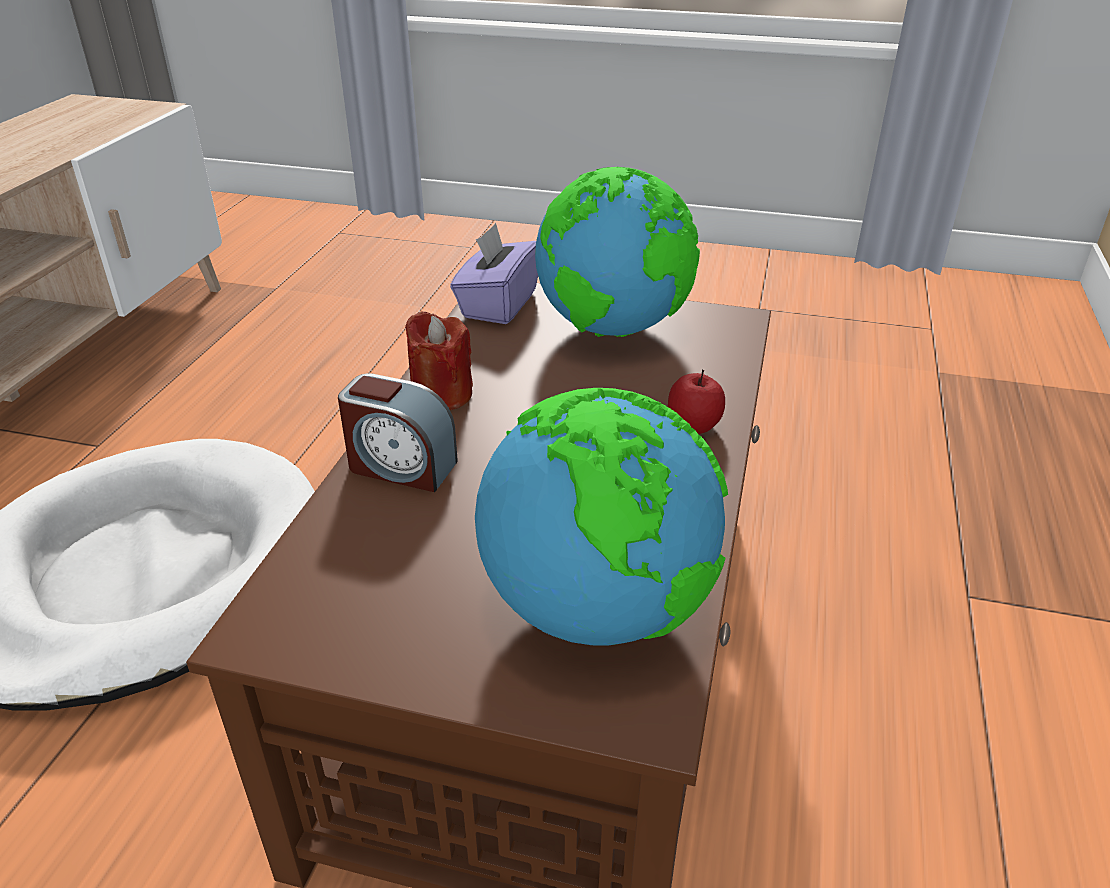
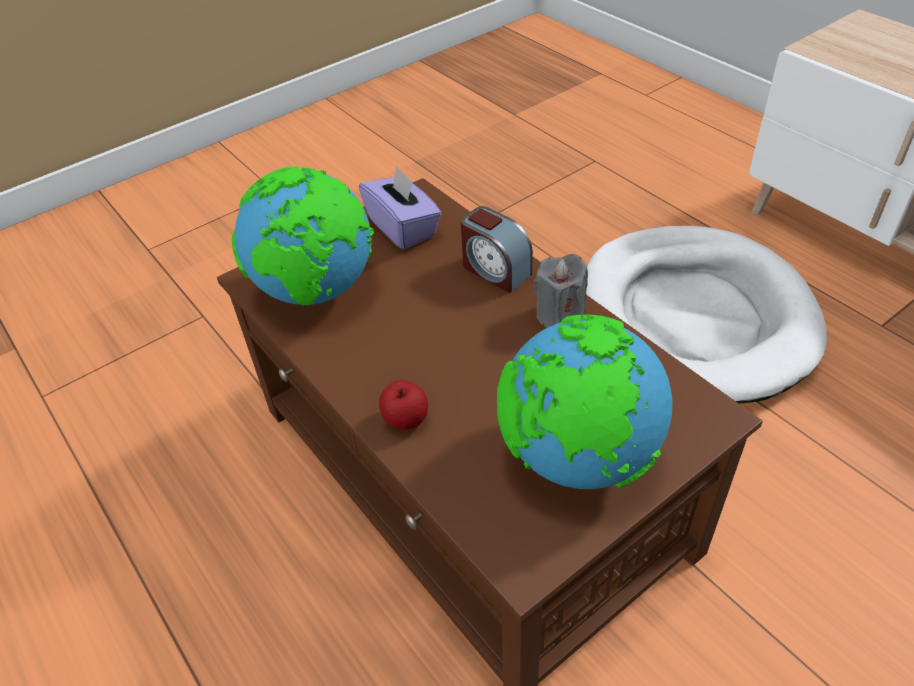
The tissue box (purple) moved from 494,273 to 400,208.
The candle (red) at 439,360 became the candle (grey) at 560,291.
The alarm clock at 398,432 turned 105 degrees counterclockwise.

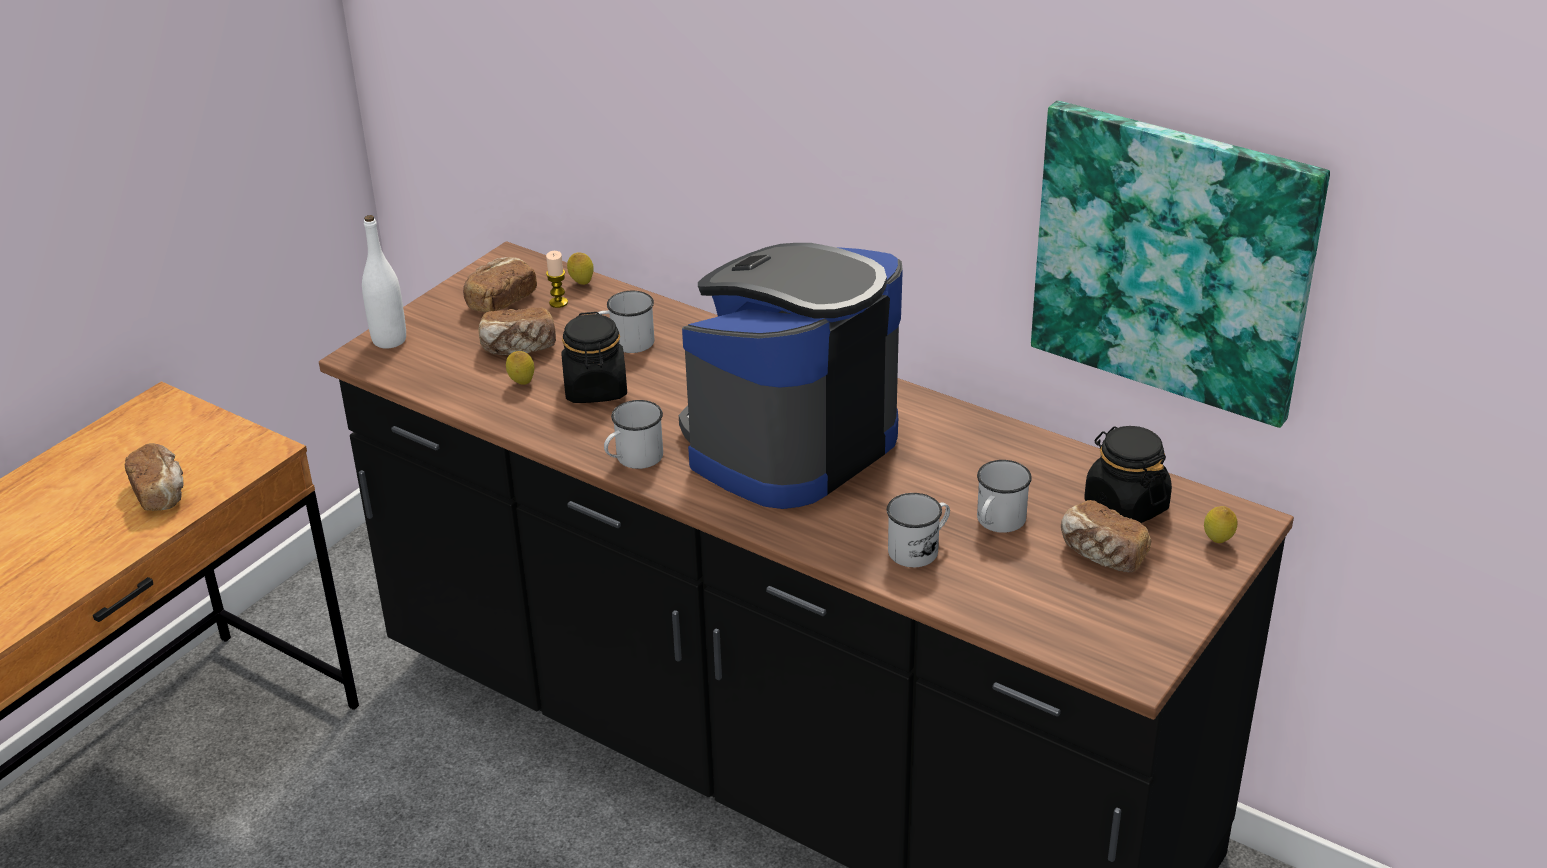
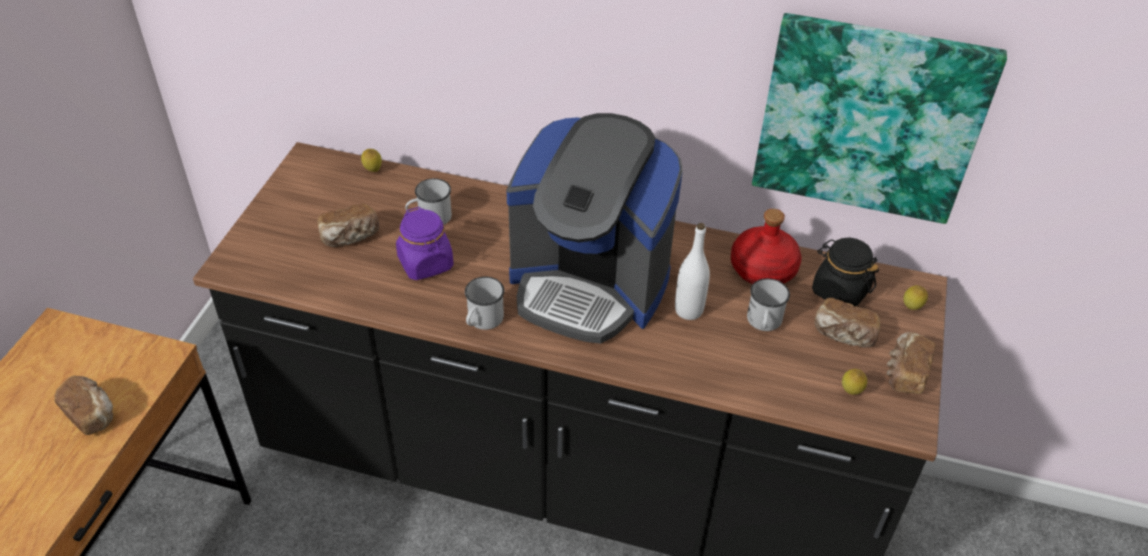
The bottle (white) moved from 384,282 to 692,271.
The coffee machine at 791,376 turned 90 degrees counterclockwise.
The candle at 557,279 disappeared.
The bread moved from 500,284 to 911,363.
The jar (black) at 594,357 became the jar (purple) at 424,243.
The lemon moved from 520,368 to 854,382.
The mug (white) at 918,530 disappeared.
The bottle (red) at 766,246 appeared.

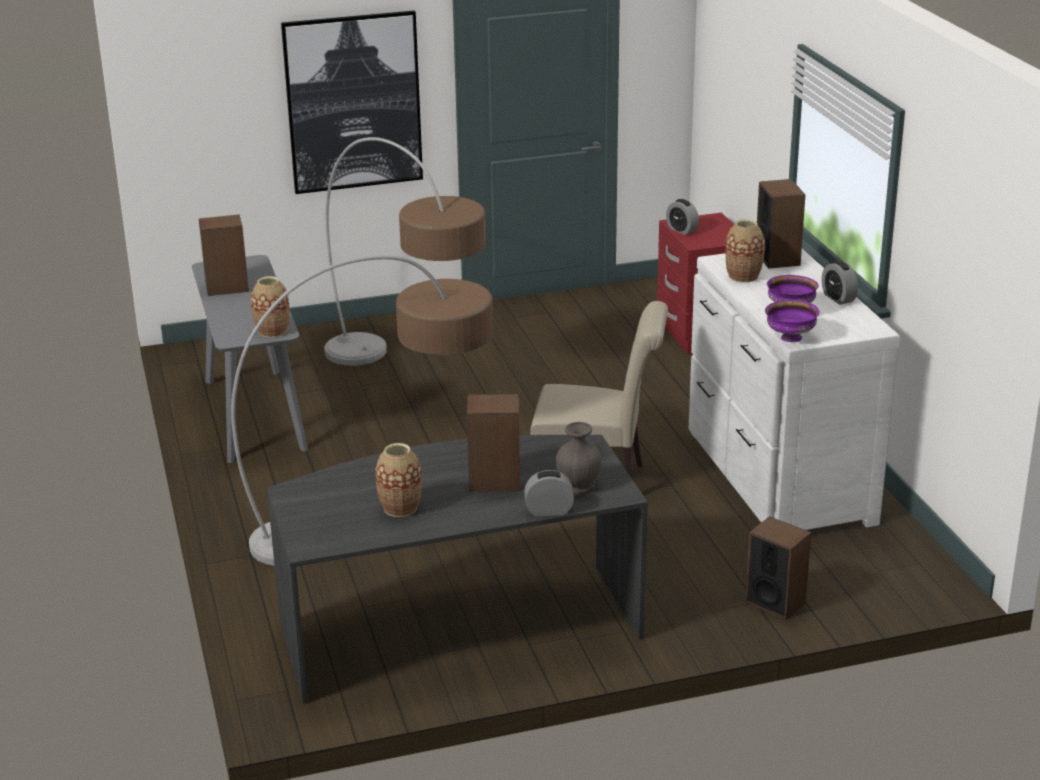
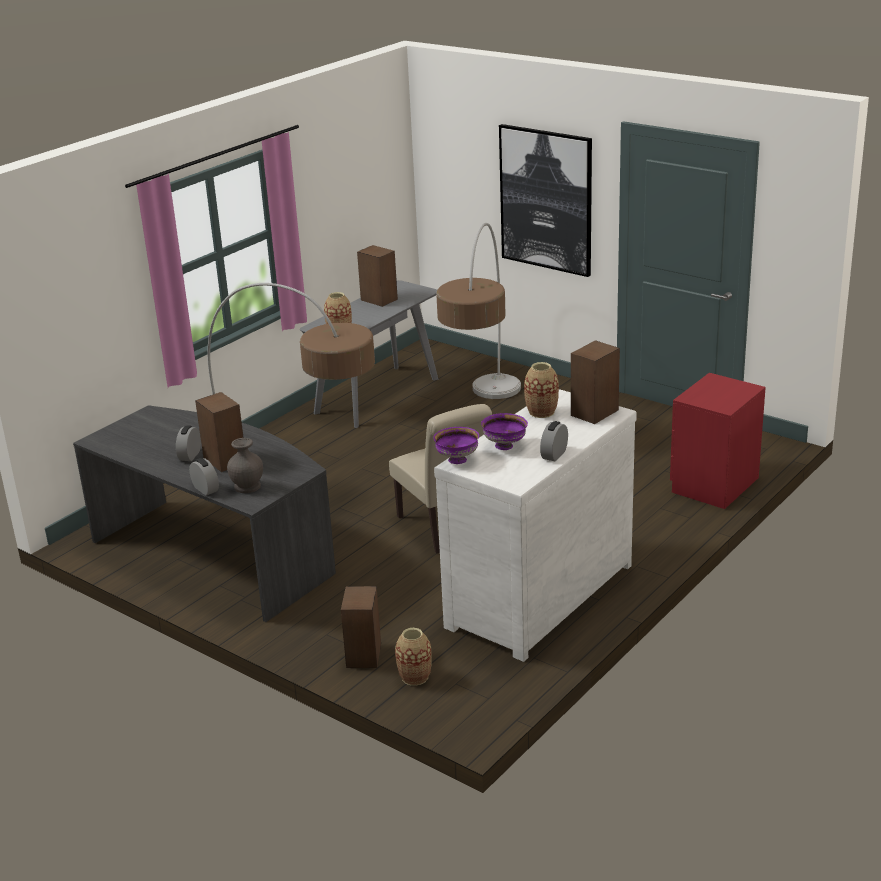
The alarm clock moved from 682,217 to 188,443.
The vase moved from 398,480 to 413,657.

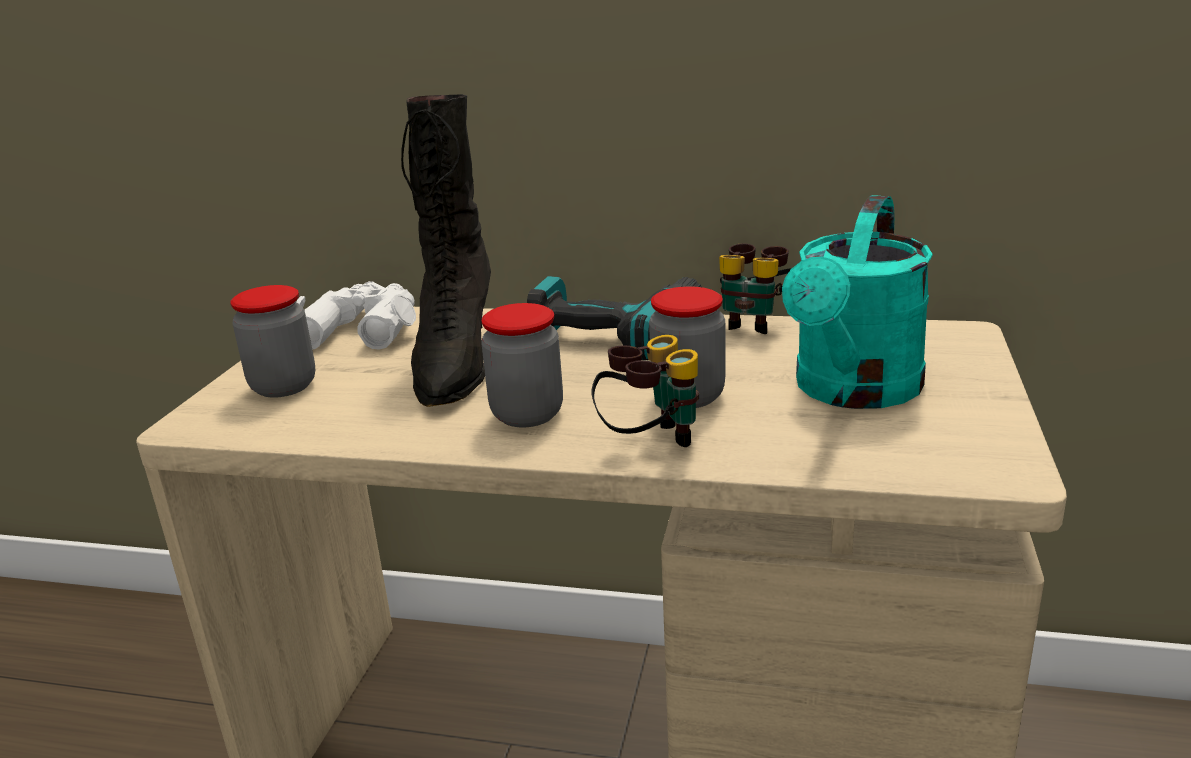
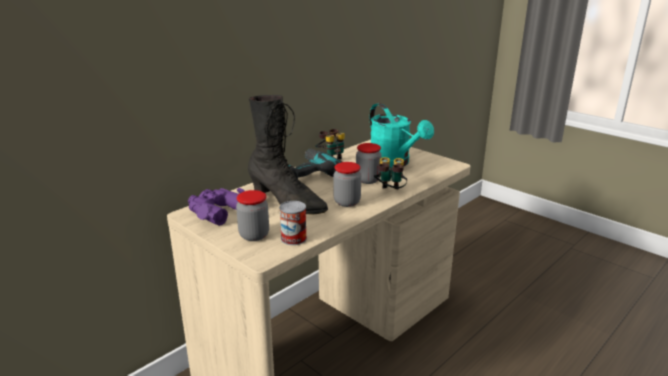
The binoculars (white) at 356,315 became the binoculars (purple) at 216,207.
The can at 293,223 appeared.

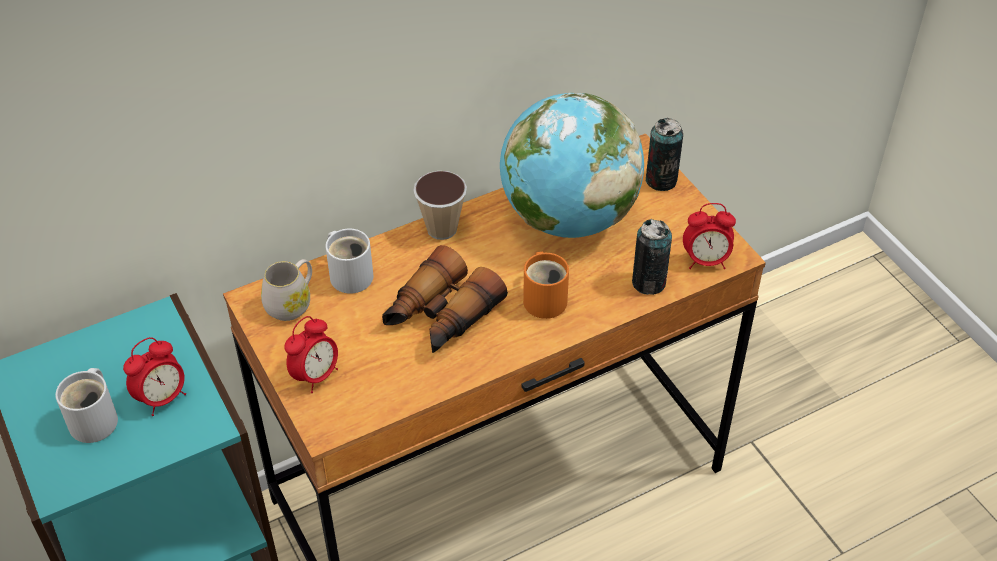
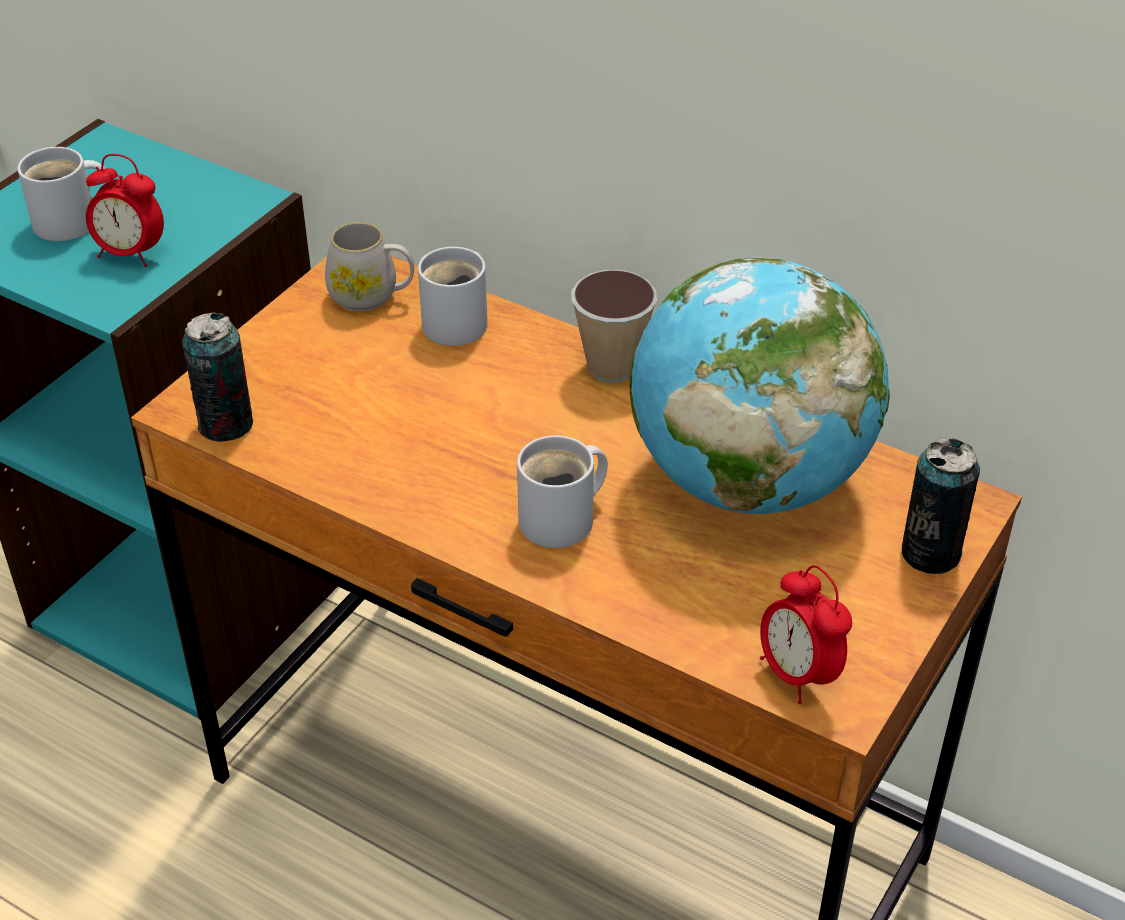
The can moved from 652,257 to 217,377.
The binoculars at 445,299 disappeared.
The mug (orange) at 546,285 became the mug (white) at 562,491.
The alarm clock at 311,354 disappeared.

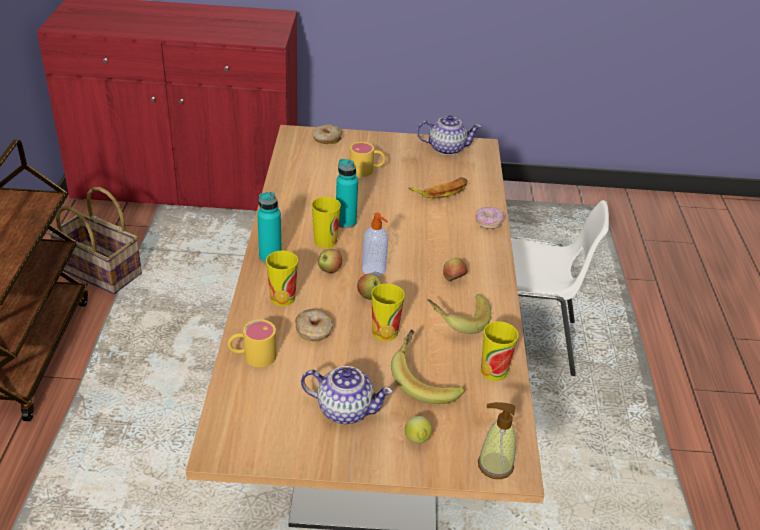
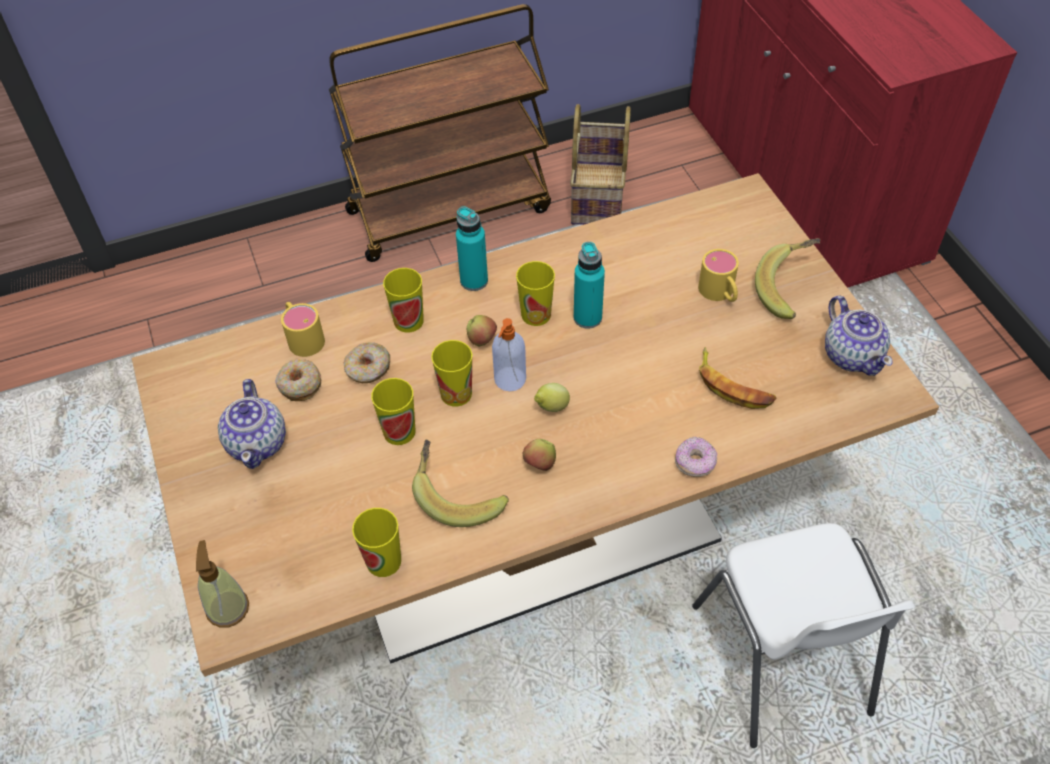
The donut moved from 327,134 to 298,380.
The apple at 369,287 was replaced by the cup at 452,373.
The banana moved from 428,366 to 788,278.
The lemon moved from 418,430 to 552,397.

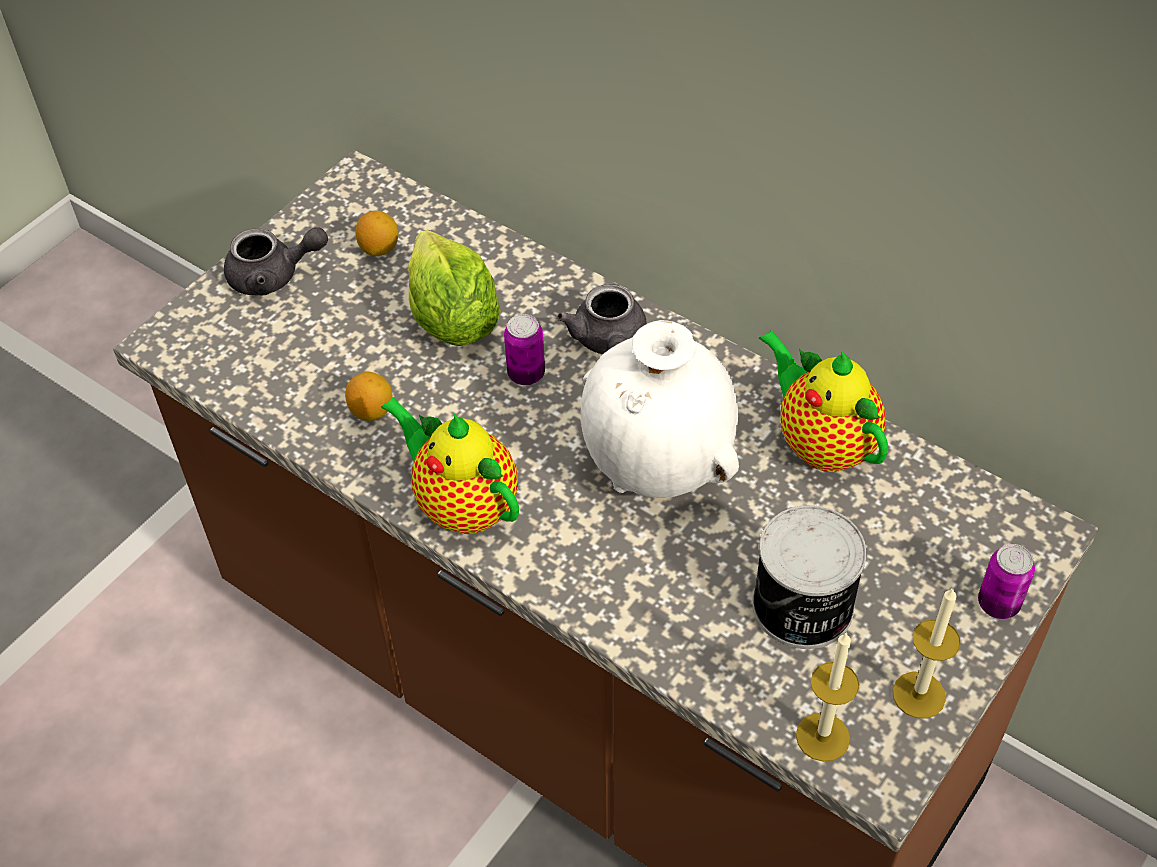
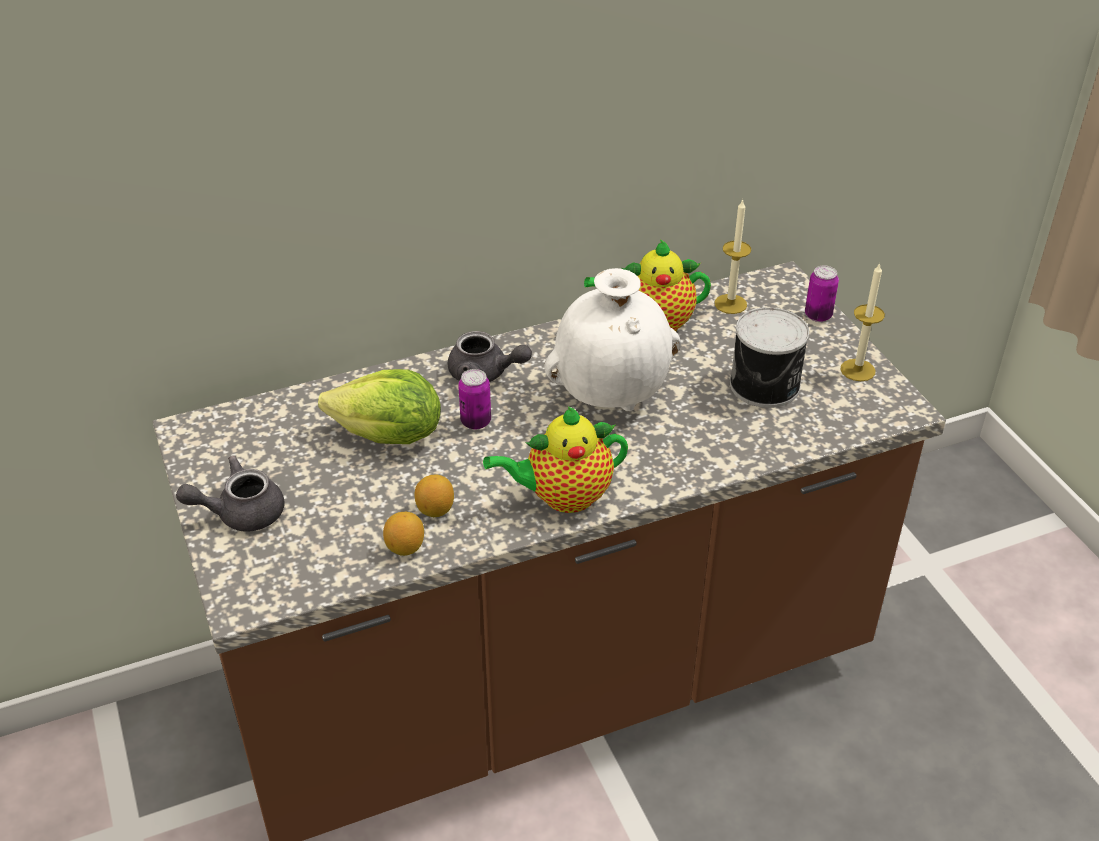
The lemon moved from 377,233 to 403,534.
The teapot (grey) at 276,261 turned 135 degrees counterclockwise.
The candle moved from 828,697 to 733,256.

